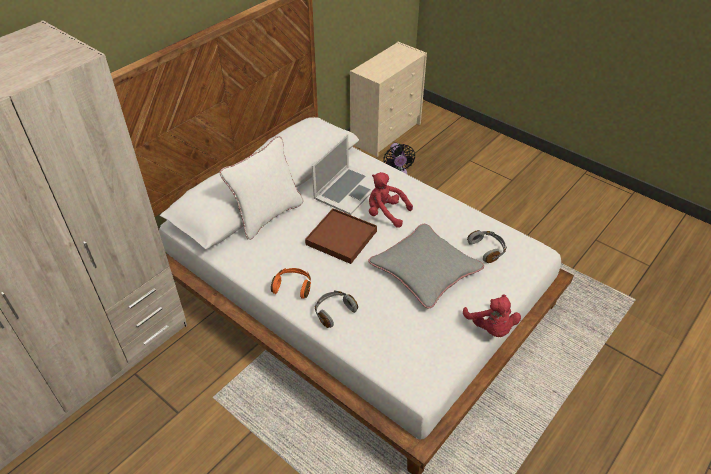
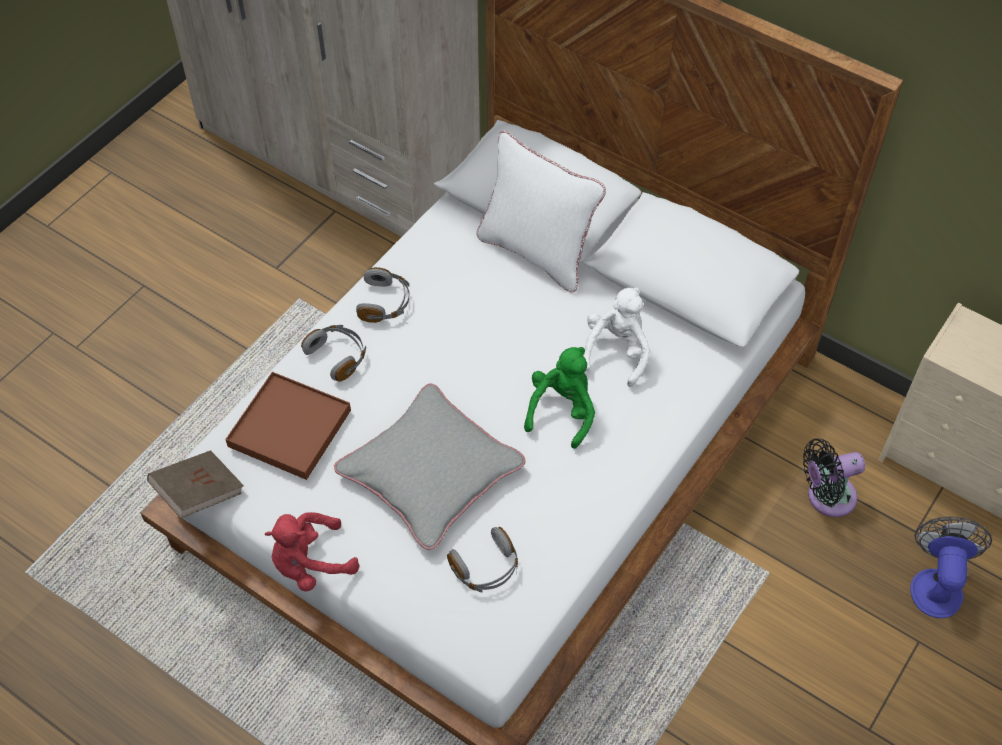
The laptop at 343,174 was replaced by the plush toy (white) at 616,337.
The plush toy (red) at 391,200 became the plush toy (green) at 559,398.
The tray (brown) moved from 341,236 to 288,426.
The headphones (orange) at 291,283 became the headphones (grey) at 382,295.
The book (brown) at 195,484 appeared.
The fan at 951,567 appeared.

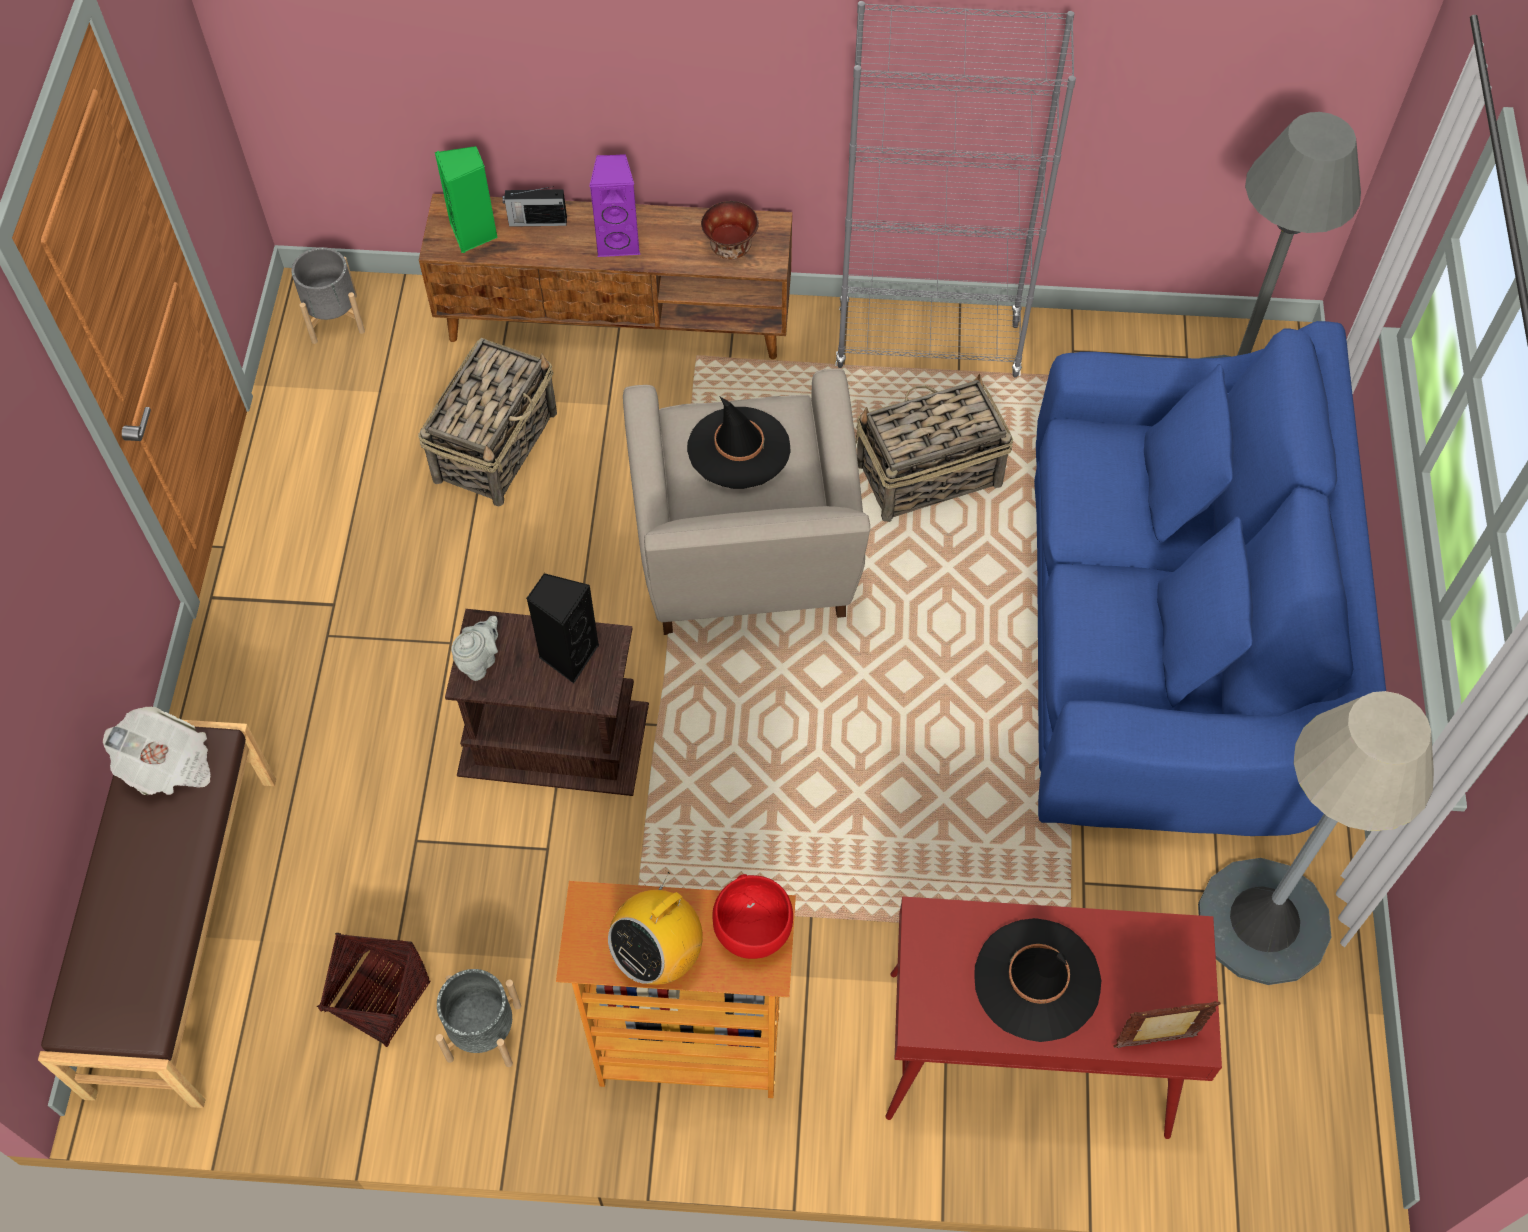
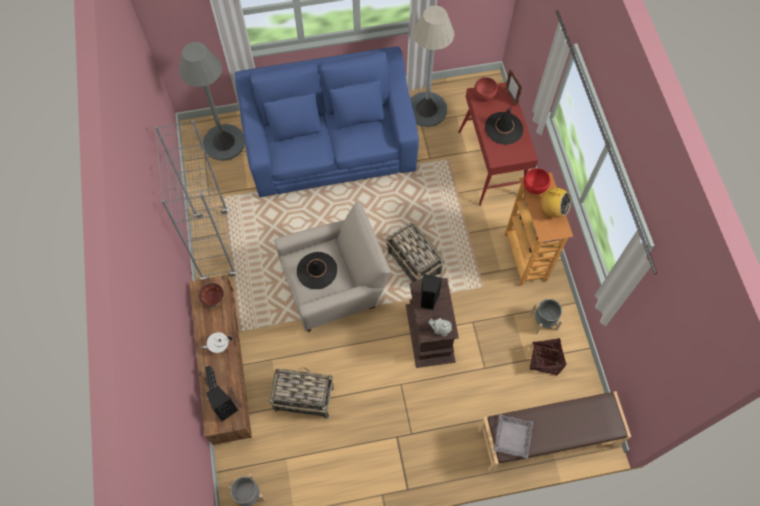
The speaker (green) at 466,199 became the speaker (black) at 222,404.
The speaker (purple) at 614,205 was replaced by the teapot (white) at 216,342.
The basket moved from 934,448 to 415,252.
The newspaper at 157,751 was replaced by the tray (grey) at 513,436.
The bowl (red) at 486,89 appeared.

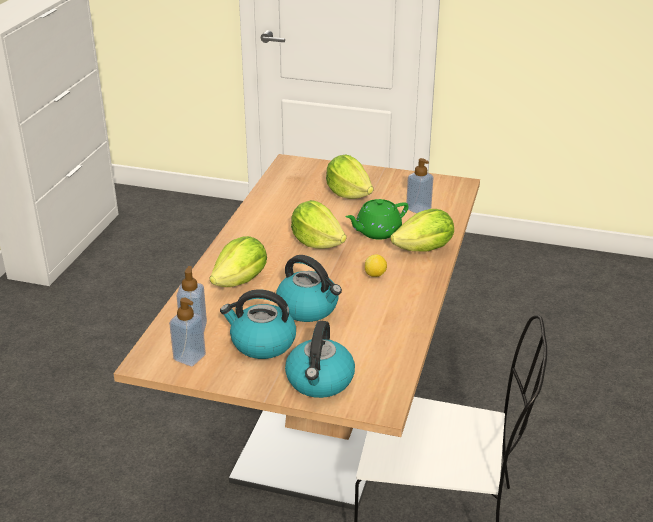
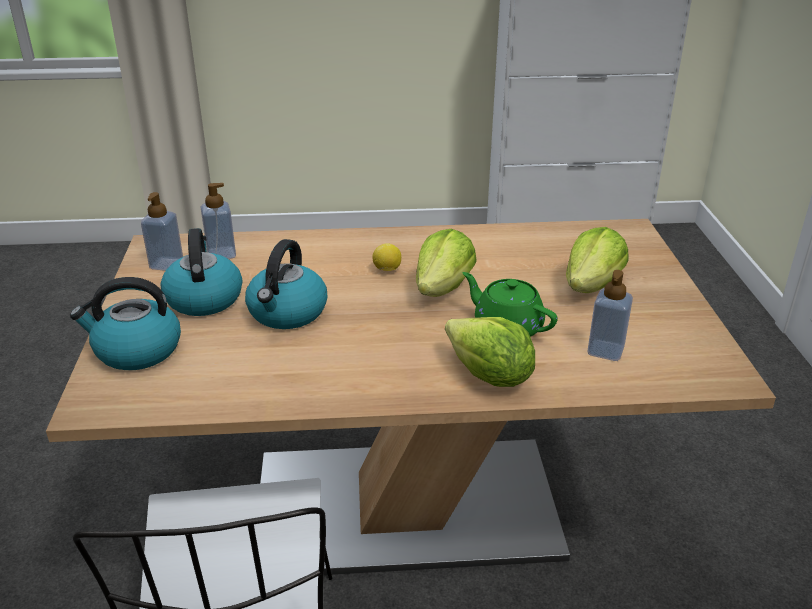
The lettuce at 238,261 disappeared.
The lemon moved from 376,265 to 386,257.

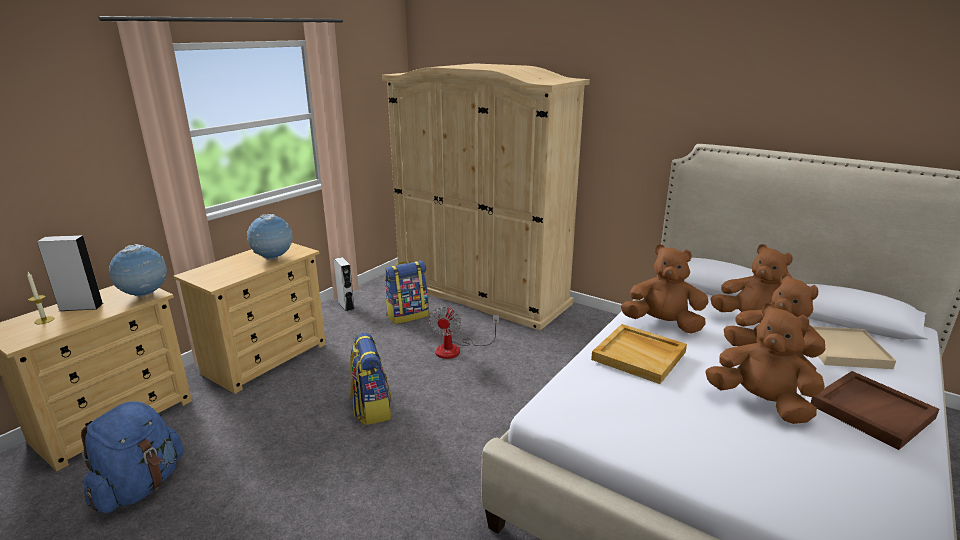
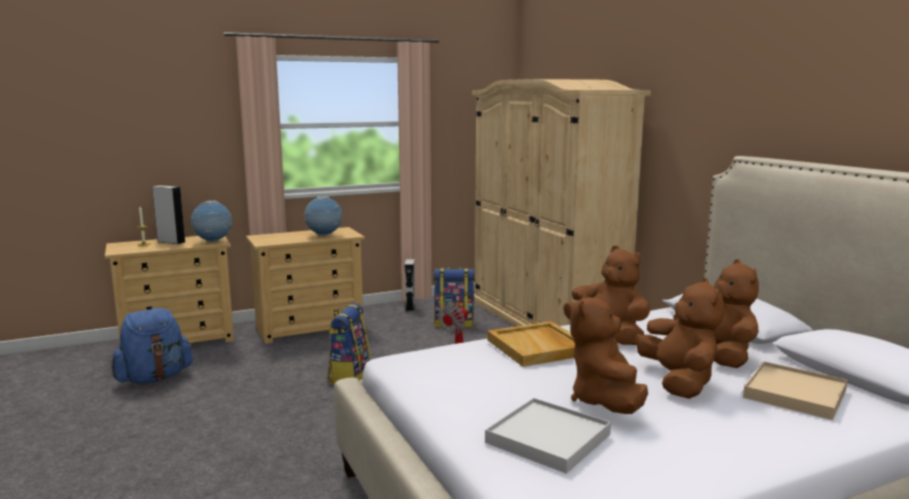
The plush toy (brown) at 765,363 turned 150 degrees counterclockwise.
The tray (brown) at 875,410 disappeared.
The tray (white) at 548,436 appeared.

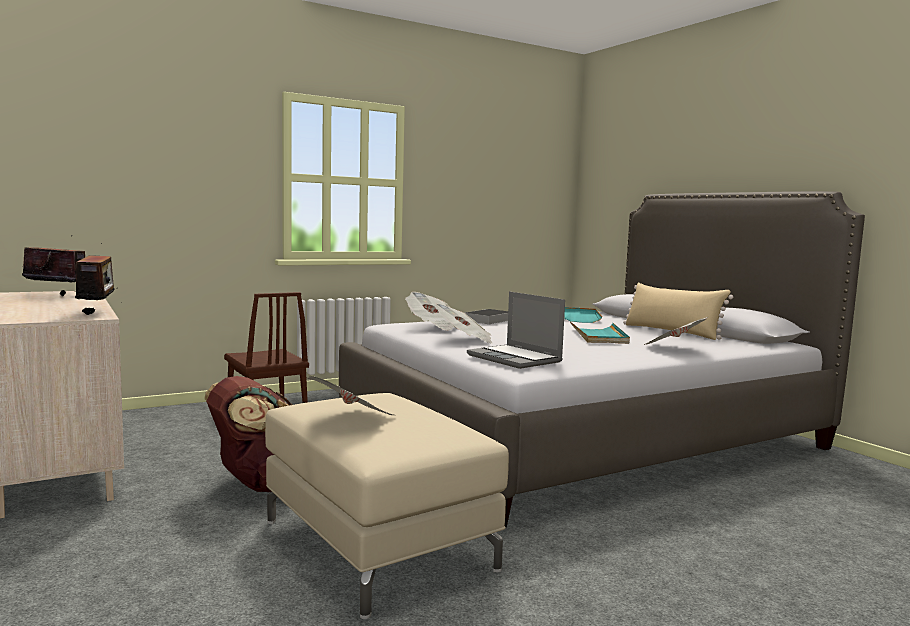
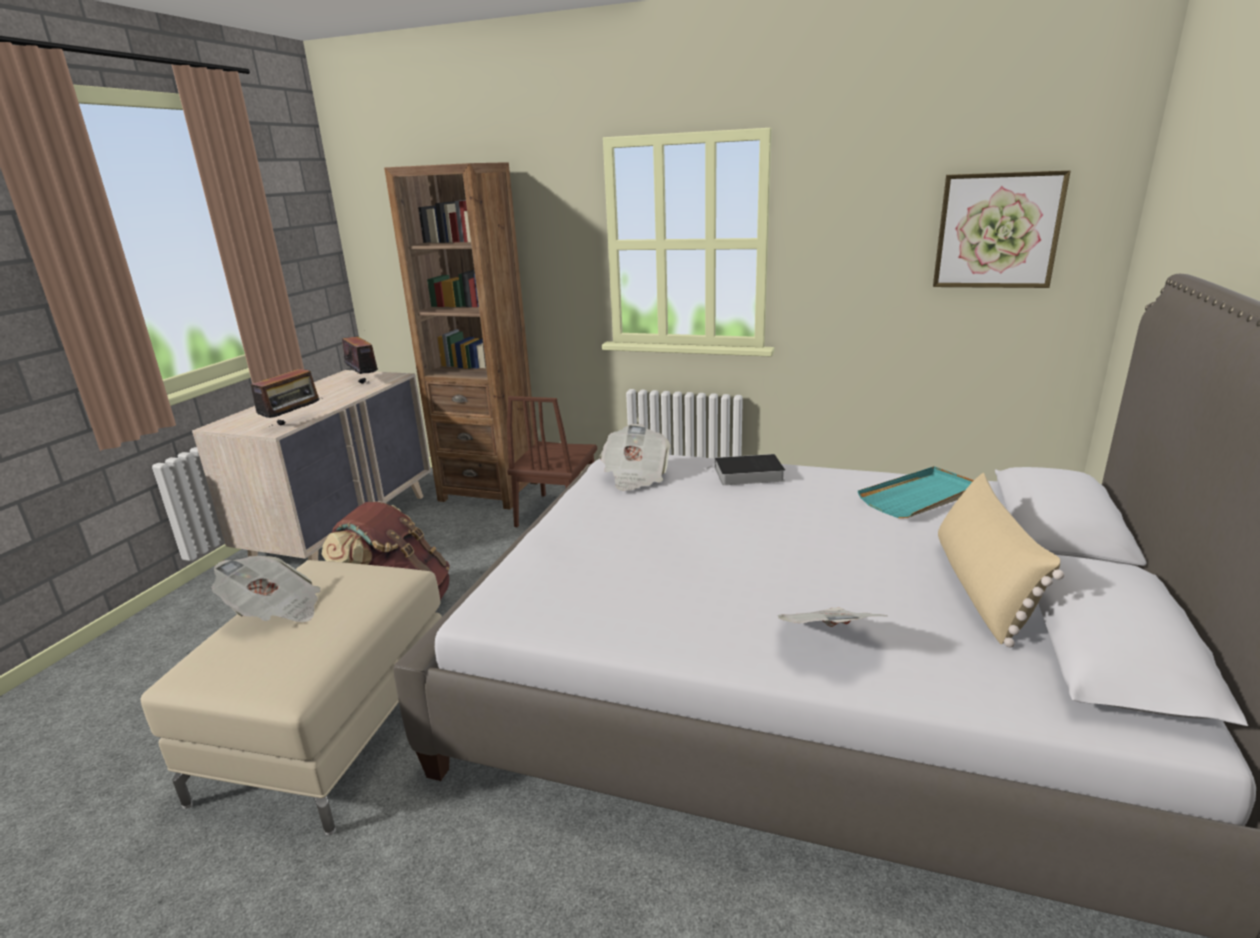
The laptop at 516,330 disappeared.
The newspaper at 464,323 disappeared.
The tray (turquoise) at 600,333 disappeared.
The bookcase (brown) at 461,335 appeared.
The picture at 1002,229 appeared.

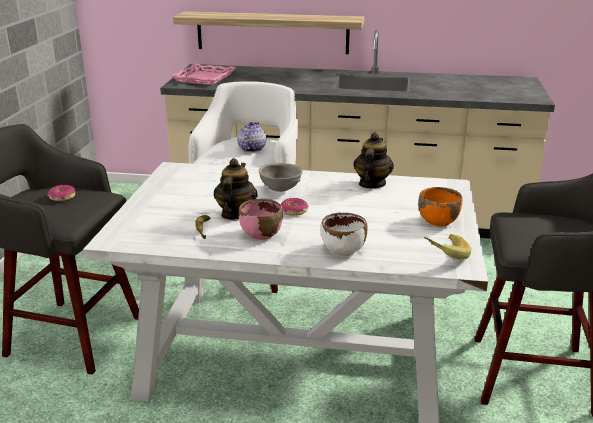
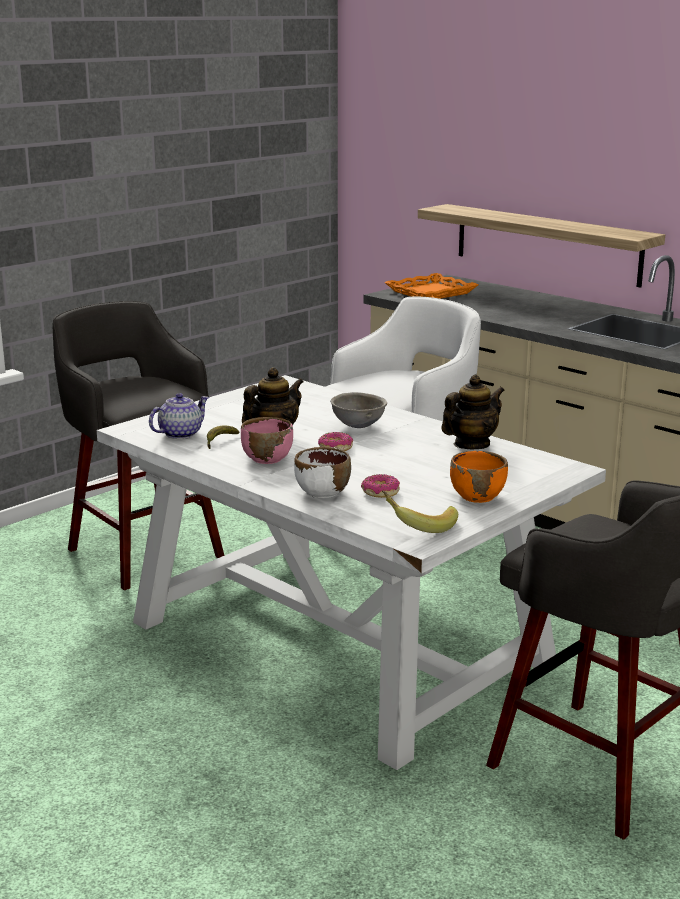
The tray (pink) at 203,74 became the tray (orange) at 431,286.
The teapot moved from 251,137 to 179,416.
The donut moved from 61,193 to 380,486.

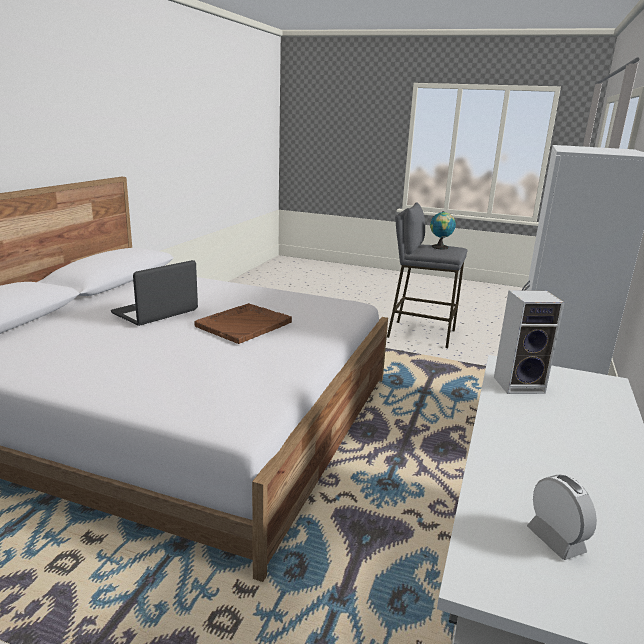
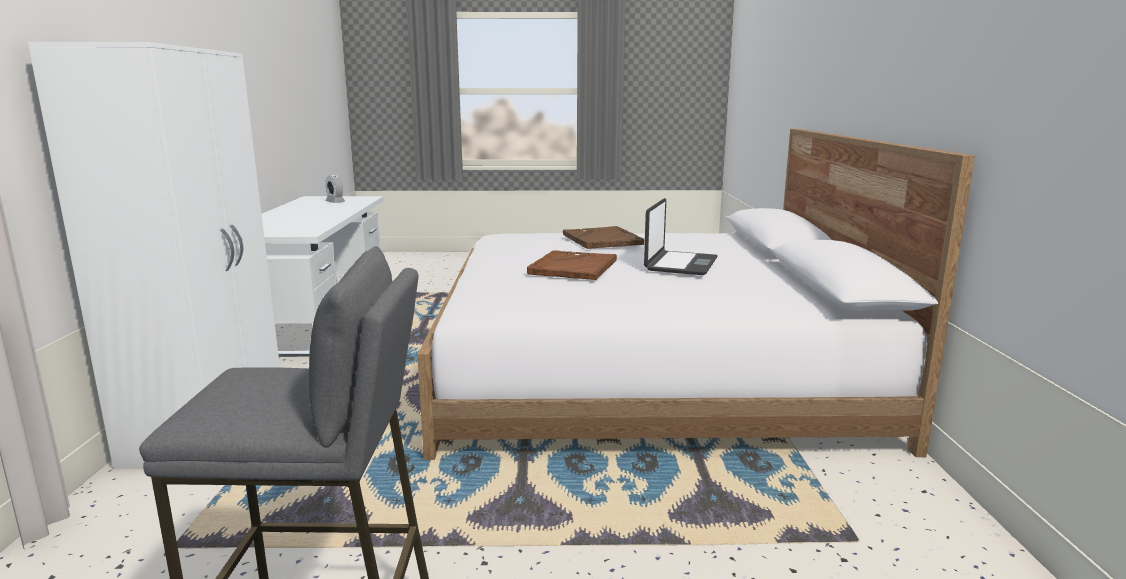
The globe at 443,230 disappeared.
The speaker at 529,342 disappeared.
The tray (brown) at 604,237 appeared.

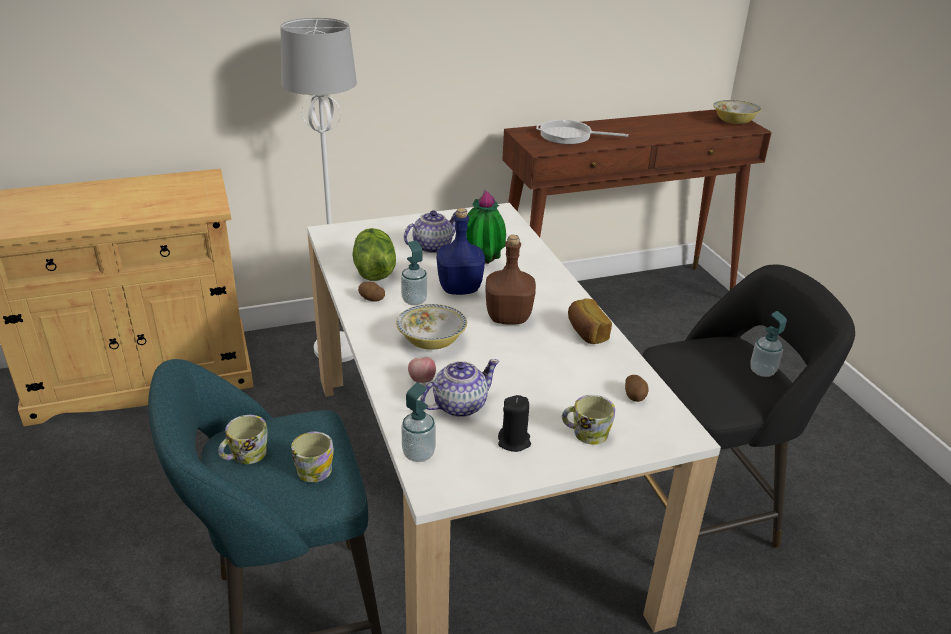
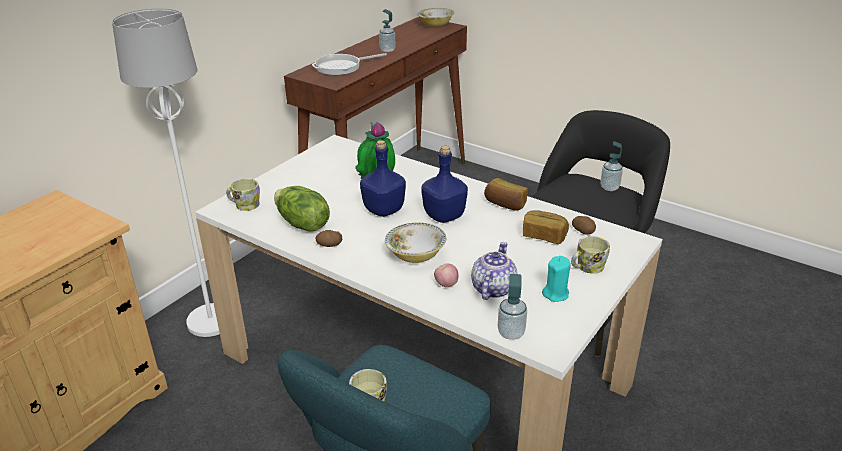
The teapot at 430,232 disappeared.
The bottle (brown) at 510,280 became the bottle (blue) at 444,184.
The soap dispenser moved from 414,272 to 387,30.
The candle (black) at 514,423 became the candle (turquoise) at 556,279.
The mug moved from 312,457 to 243,195.
The bread at 546,227 appeared.

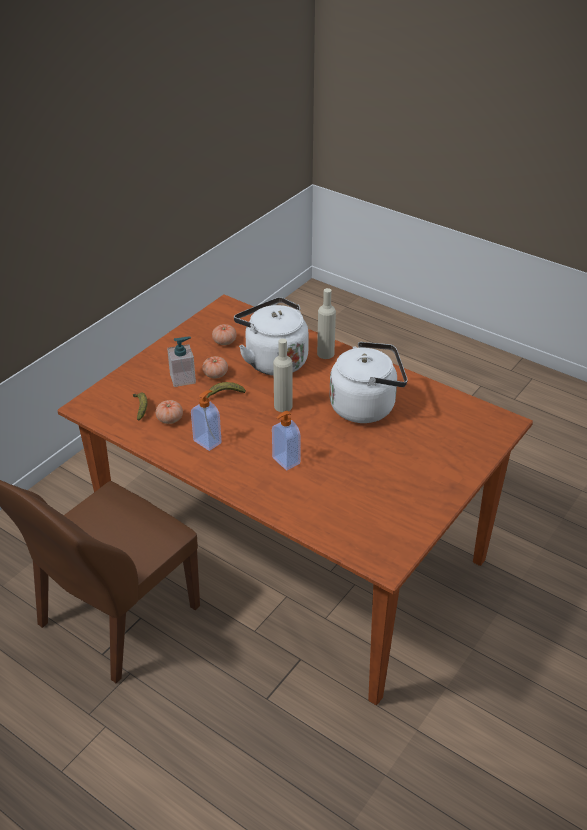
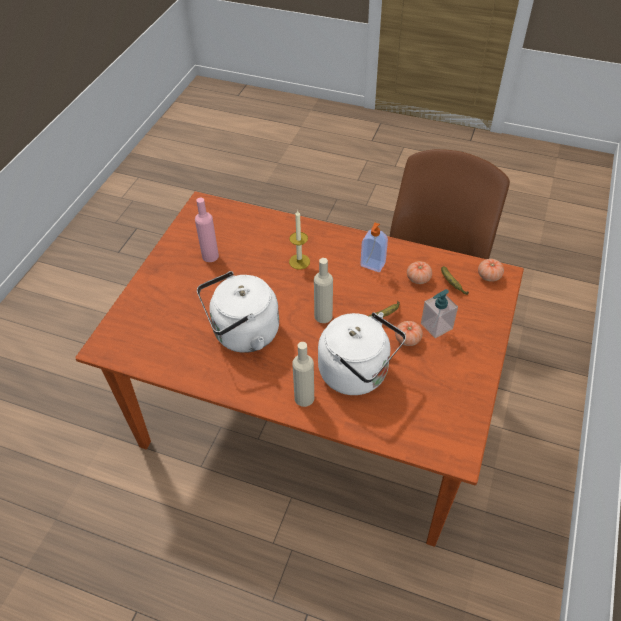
The tomato moved from 224,334 to 491,270.
The soap dispenser at 286,440 was replaced by the candle at 299,239.
The bottle (pink) at 207,230 appeared.

